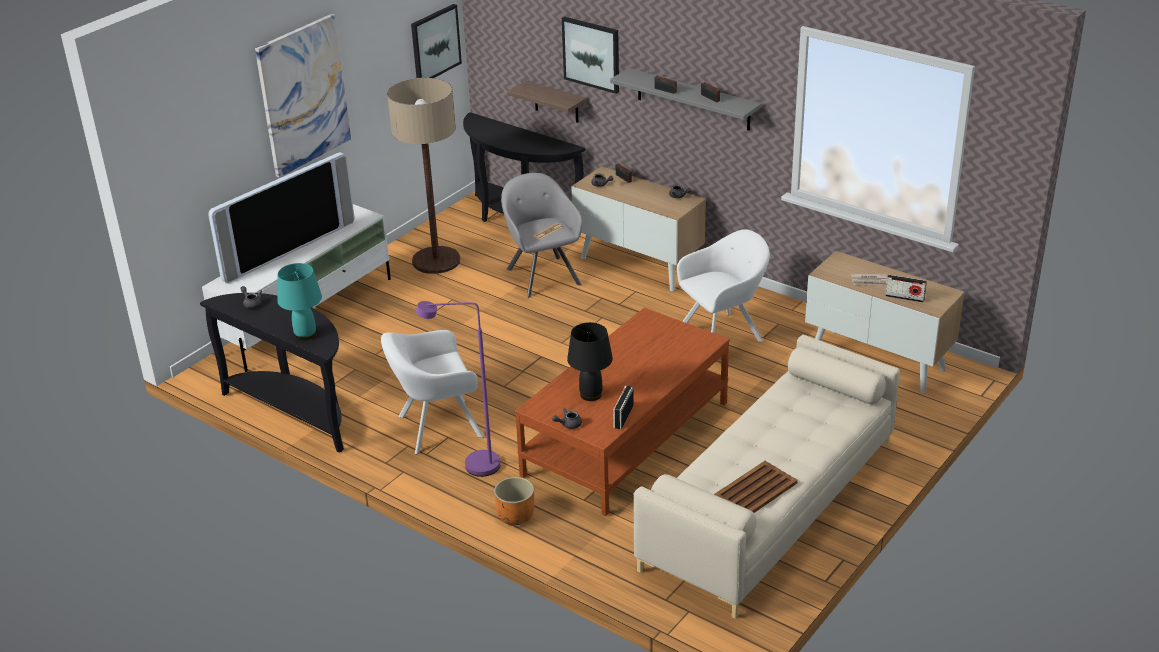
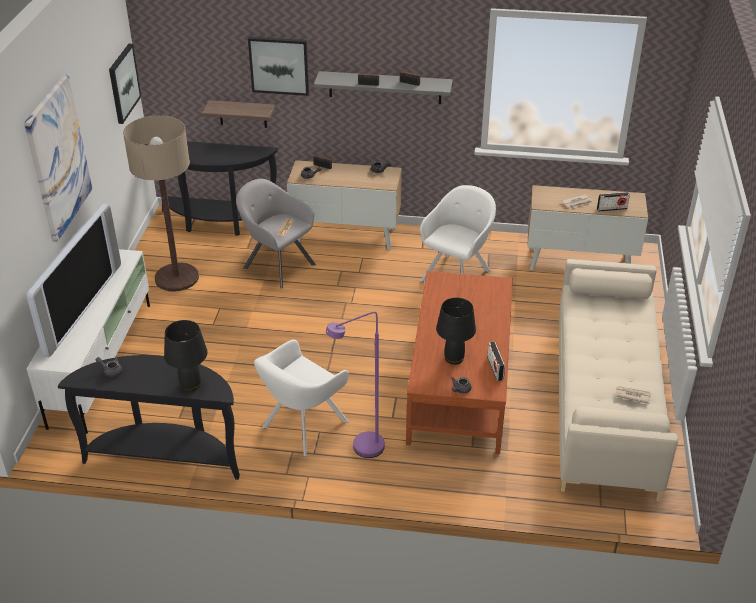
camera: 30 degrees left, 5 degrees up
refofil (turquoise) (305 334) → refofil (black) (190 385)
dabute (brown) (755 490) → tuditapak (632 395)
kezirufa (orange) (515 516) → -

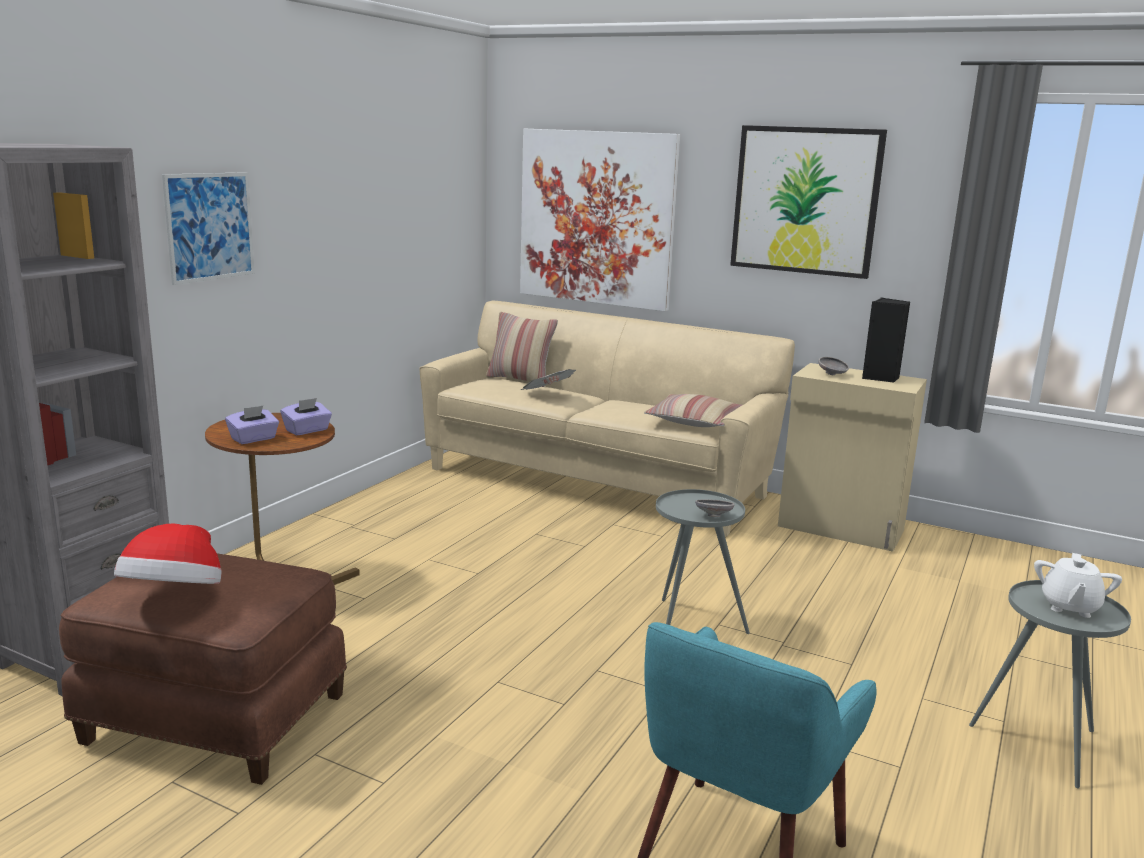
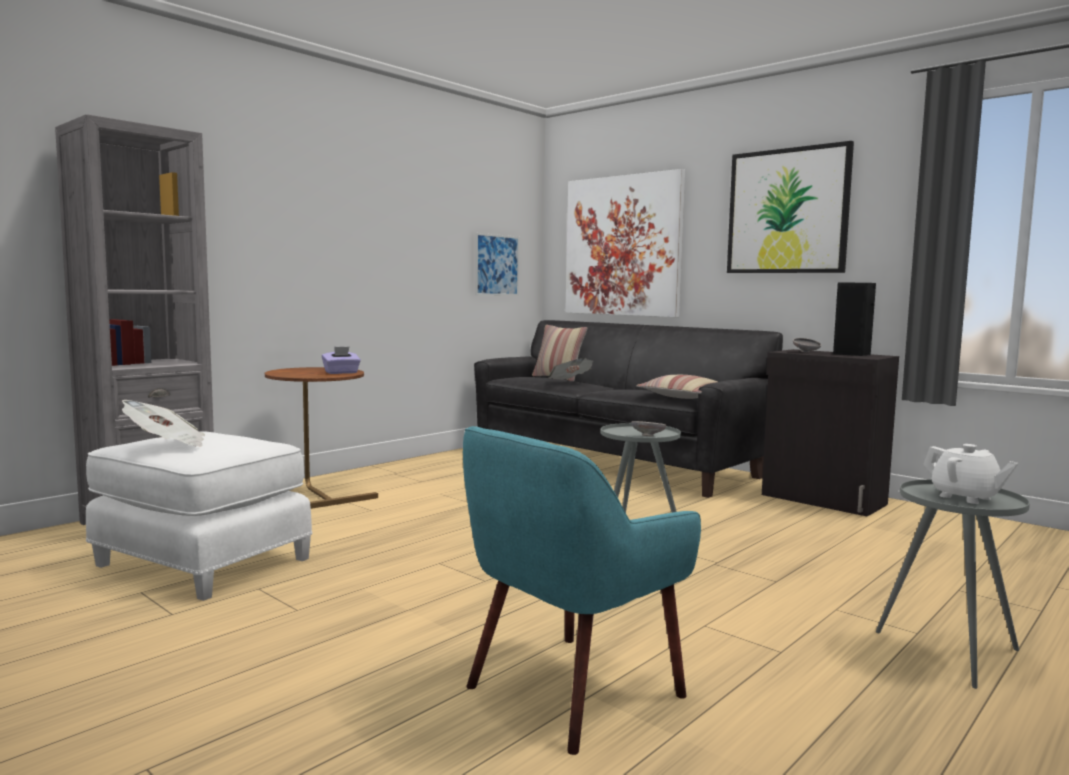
camera: 15 degrees right, 10 degrees down
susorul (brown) (213 720) → susorul (white) (200 563)
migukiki (174 597) → tuditapak (167 444)
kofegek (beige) (595 482) → kofegek (black) (612 462)
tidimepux (210 226) → tidimepux (497 265), move
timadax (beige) (841 529) → timadax (black) (823 500)
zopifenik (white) (1069 607) → zopifenik (white) (965 497), 75 degrees counterclockwise
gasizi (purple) (254 439) → -

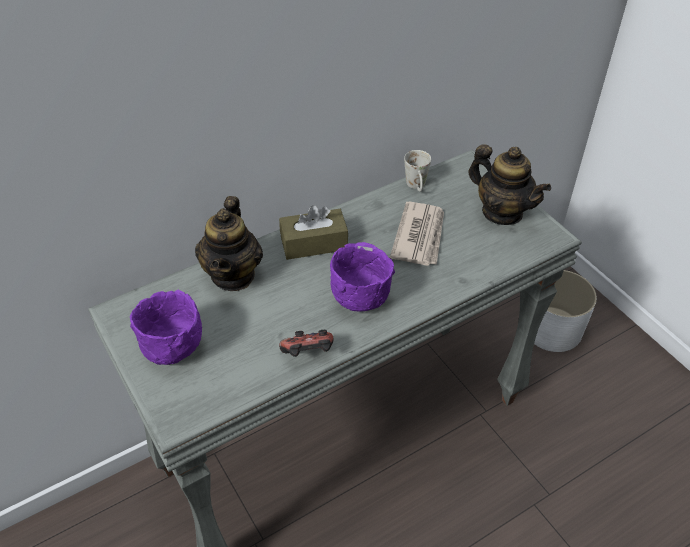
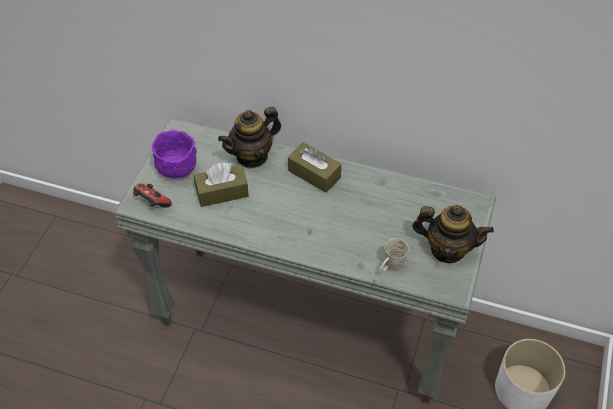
camera: 50 degrees right, 5 degrees up
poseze (308 354) → poseze (152 203), move
- → gasizi (brown) (222 192)
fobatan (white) (417 187) → fobatan (white) (390 268), move
zopifenik (502 212) → zopifenik (447 249), 75 degrees counterclockwise
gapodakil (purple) (359 299) → -
tuditapak (420 236) → -

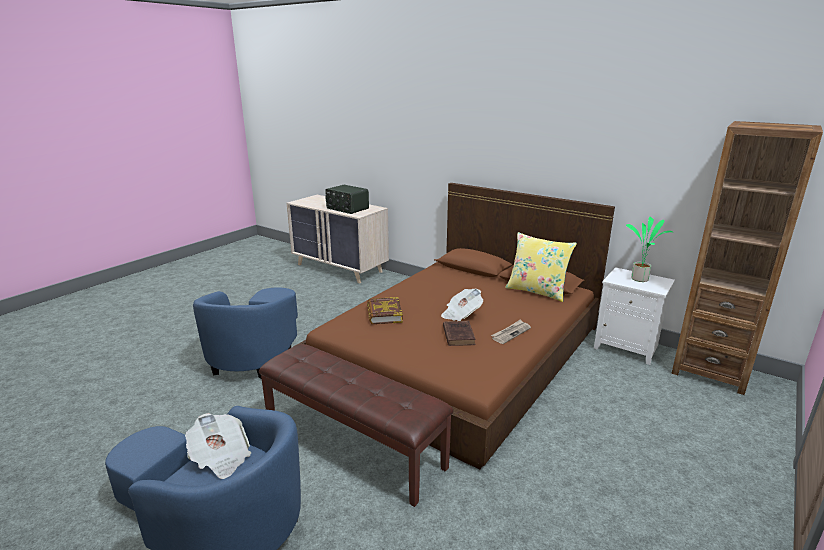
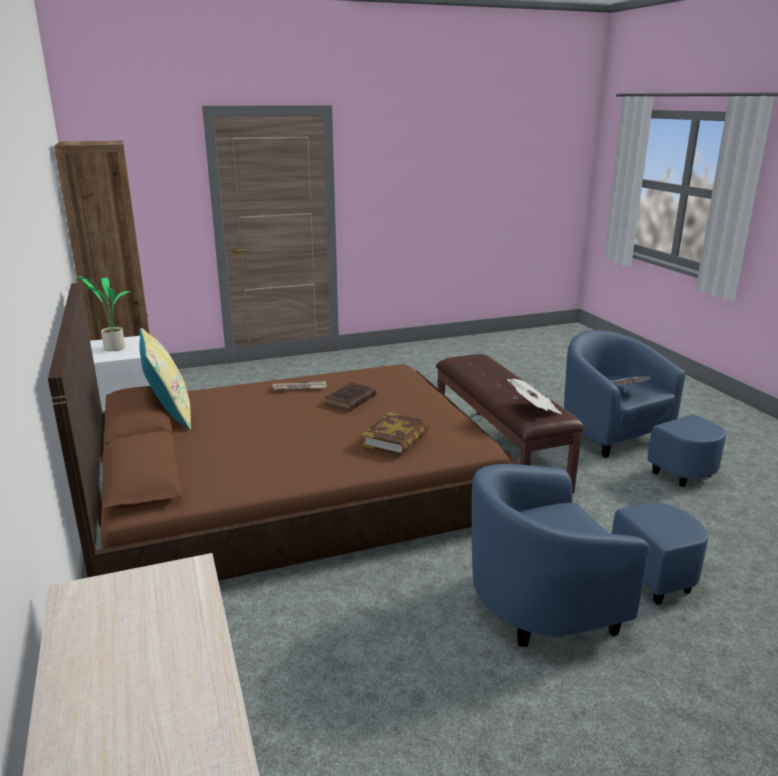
camera: 145 degrees left, 0 degrees up
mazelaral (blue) (256 352) → mazelaral (blue) (569 599), 150 degrees counterclockwise
tuditapak (461 314) → tuditapak (533 409), move
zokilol (347 209) → -

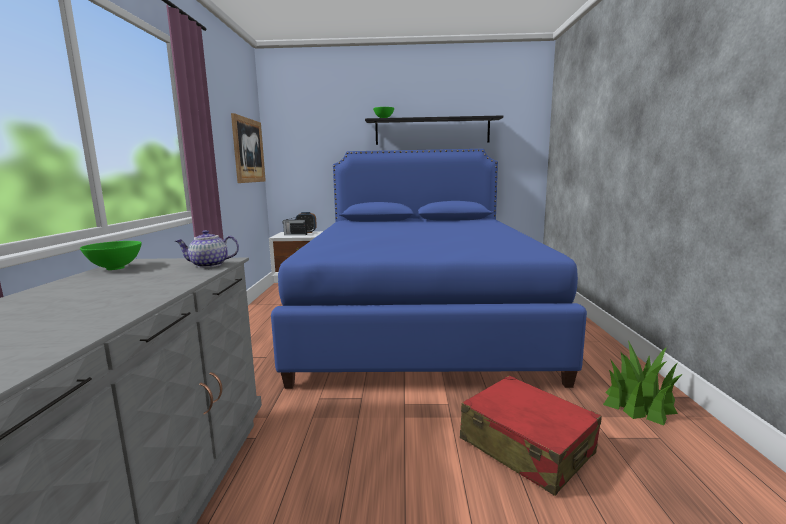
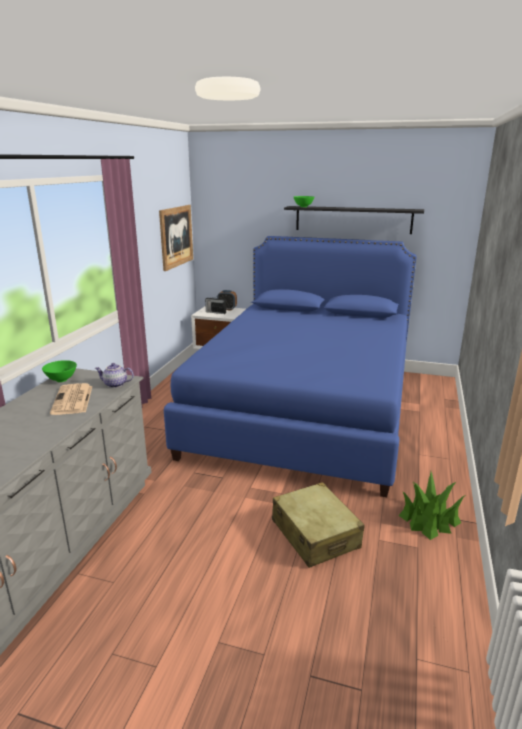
camera: 15 degrees right, 10 degrees up
- → tuditapak (73 400)
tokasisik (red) (526 446) → tokasisik (beige) (315 534)

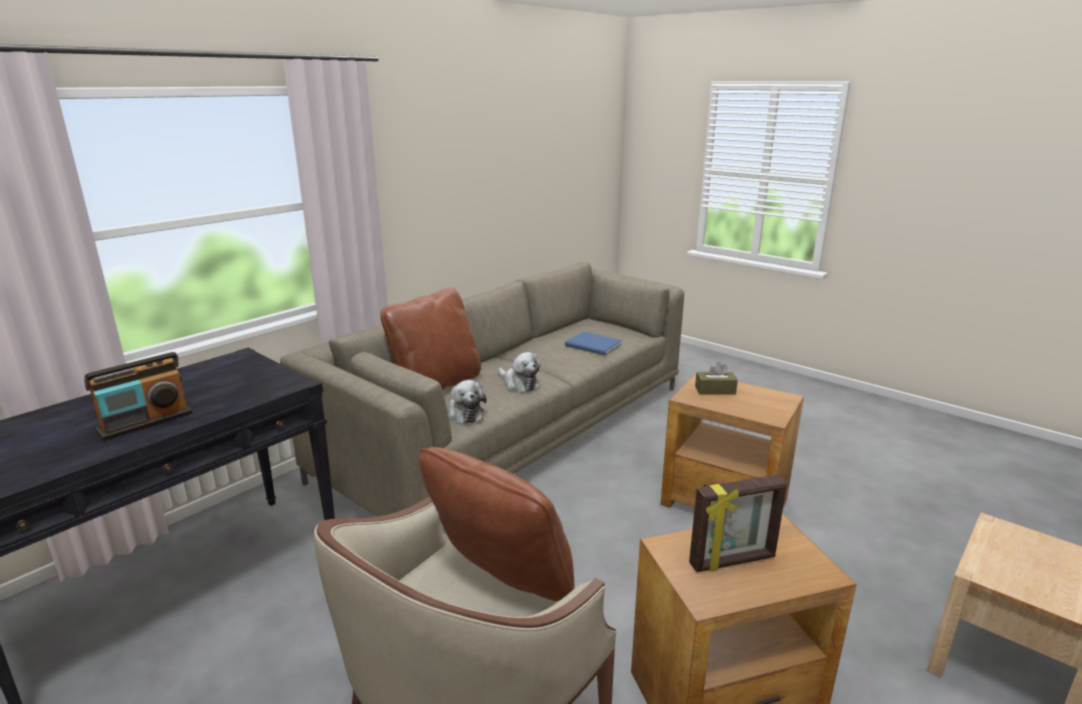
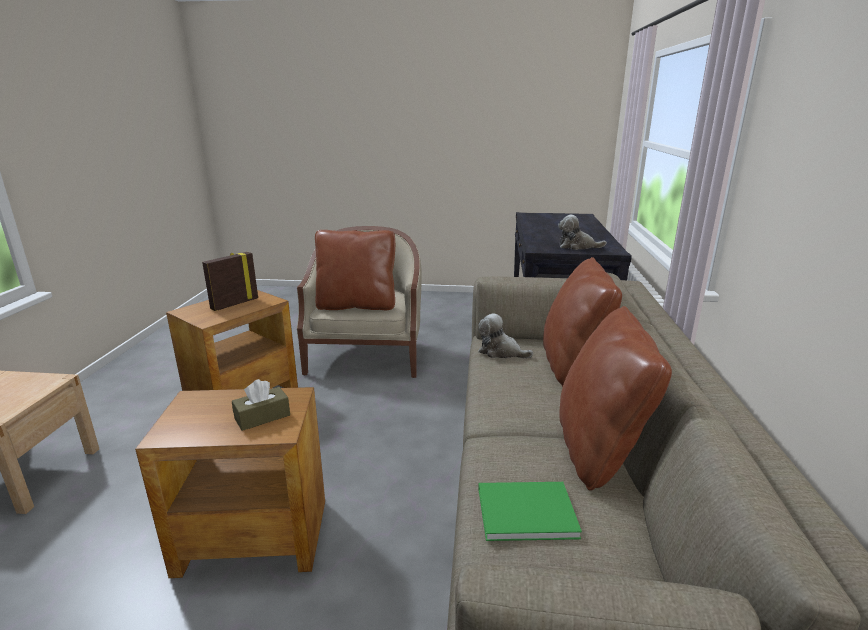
camera: 145 degrees right, 0 degrees up
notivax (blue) (594 346) → notivax (green) (523 510)
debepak (519 384) → debepak (577 246), move
- → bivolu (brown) (599 449)
zokilol (145 422) → -

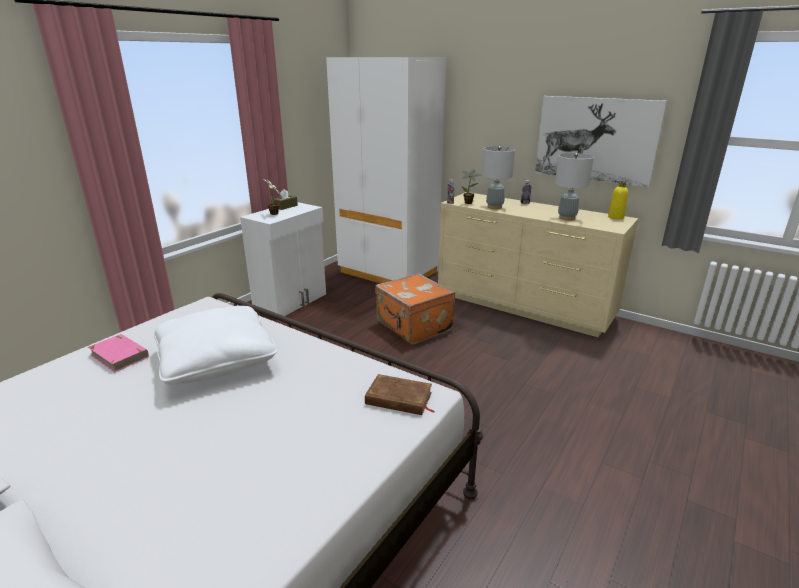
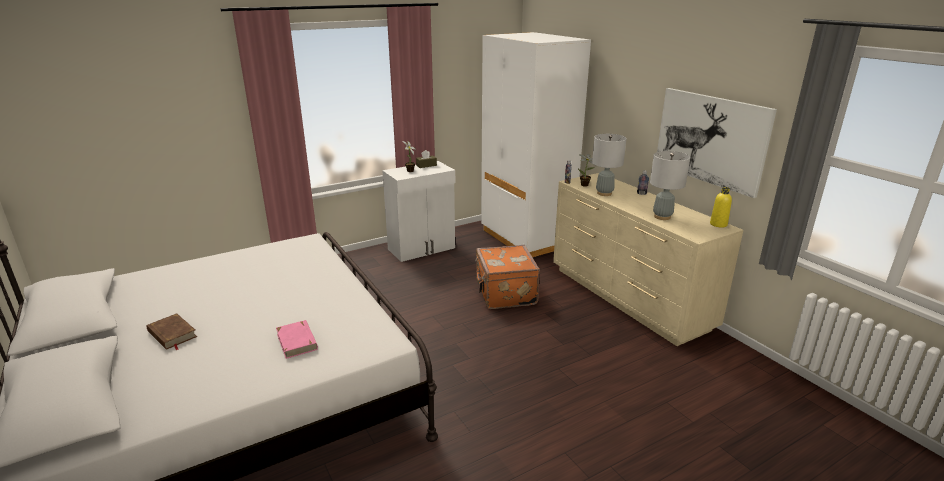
camera: 25 degrees right, 0 degrees up
notivax (brown) (399 399) → notivax (brown) (172 334), move
notivax (pink) (119 355) → notivax (pink) (297 341), move
bivolu (white) (217 360) → -

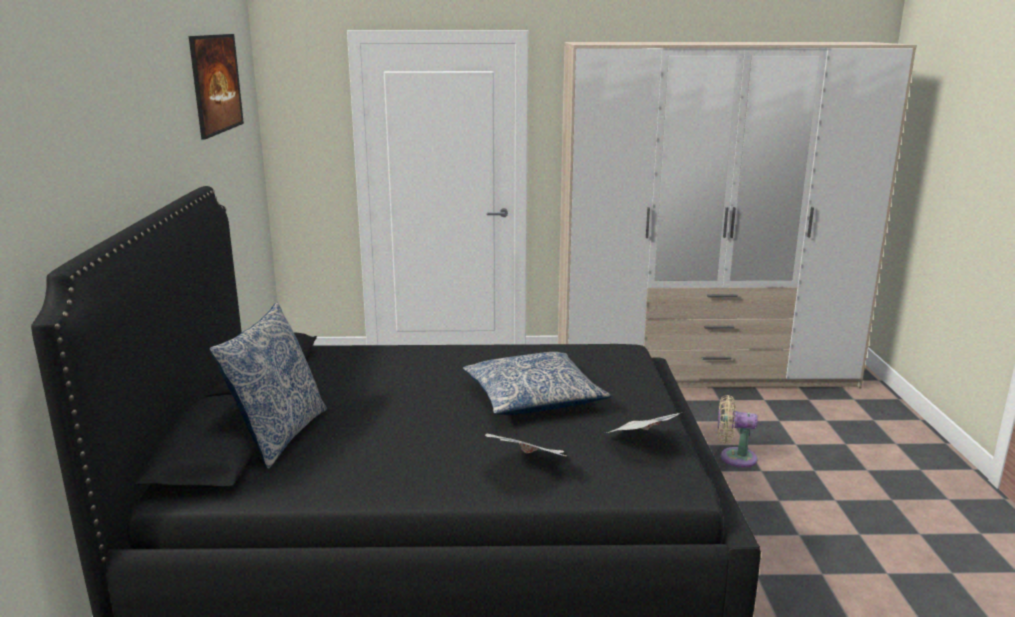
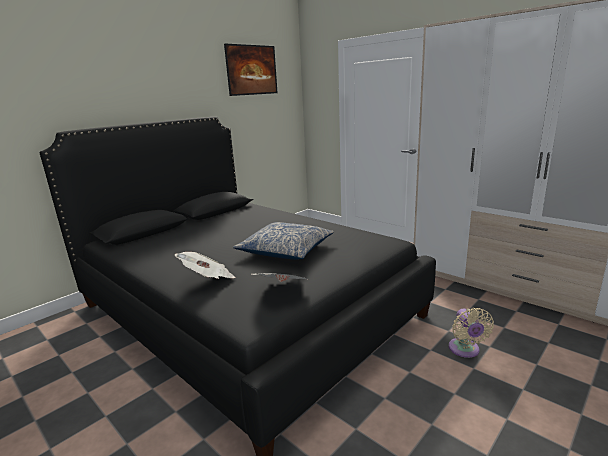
camera: 45 degrees right, 0 degrees up
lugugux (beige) (734 457) → lugugux (beige) (465 350), 150 degrees counterclockwise
bivolu (278 435) → -

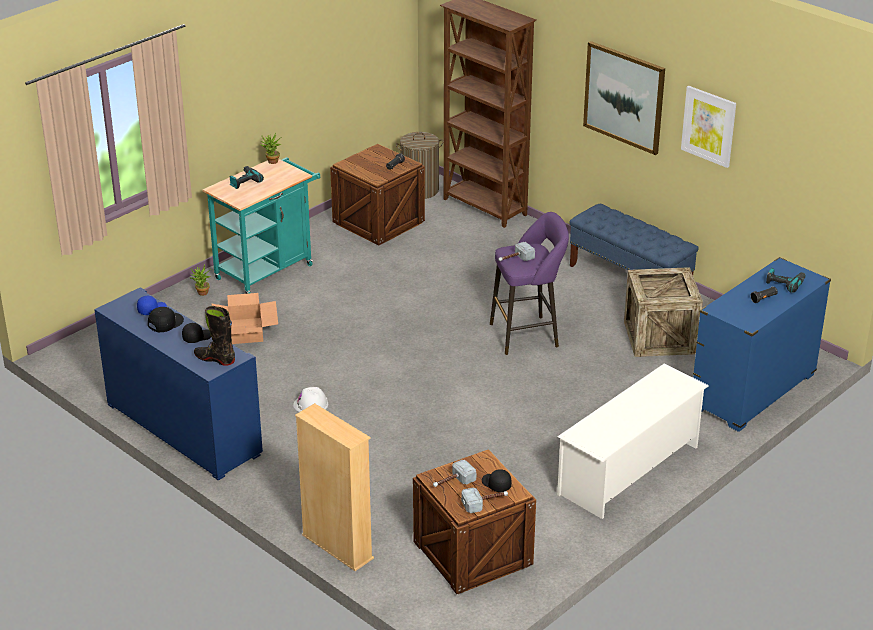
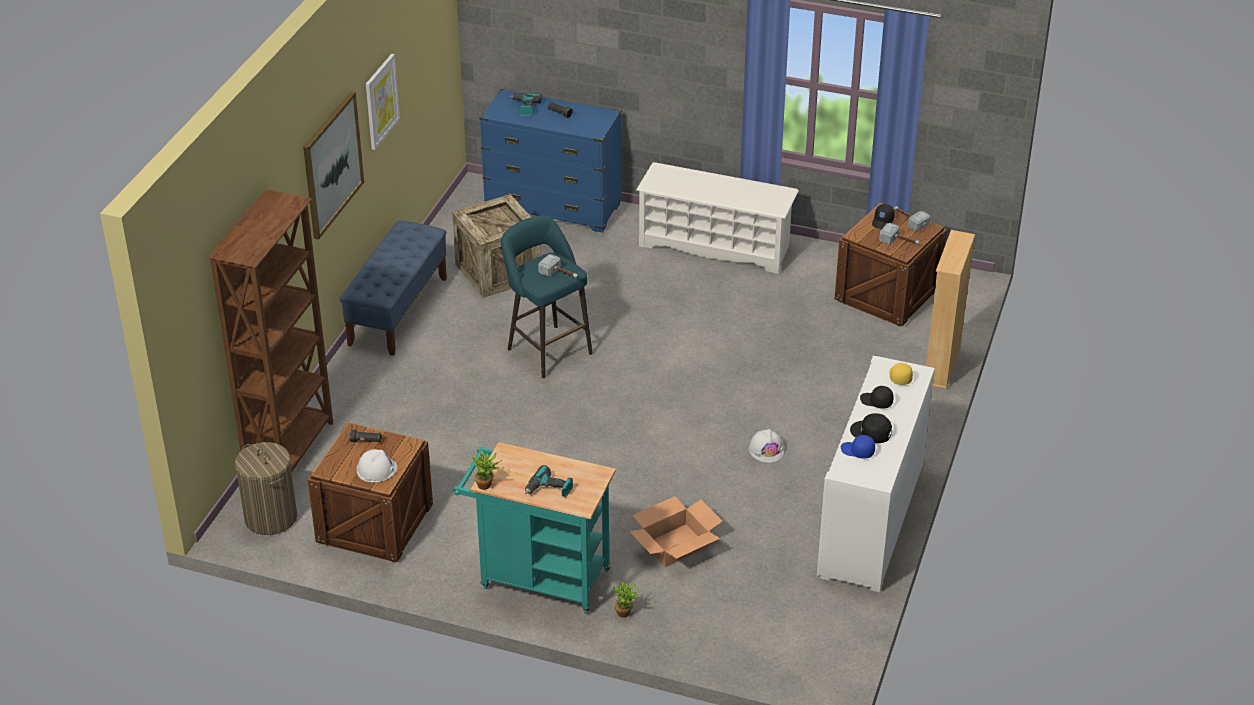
camera: 115 degrees left, 5 degrees up
- → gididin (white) (376 469)
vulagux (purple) (528 334) → vulagux (turquoise) (546 349)
timadax (blue) (183 429) → timadax (white) (871 519)
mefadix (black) (215 359) → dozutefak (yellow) (899 376)

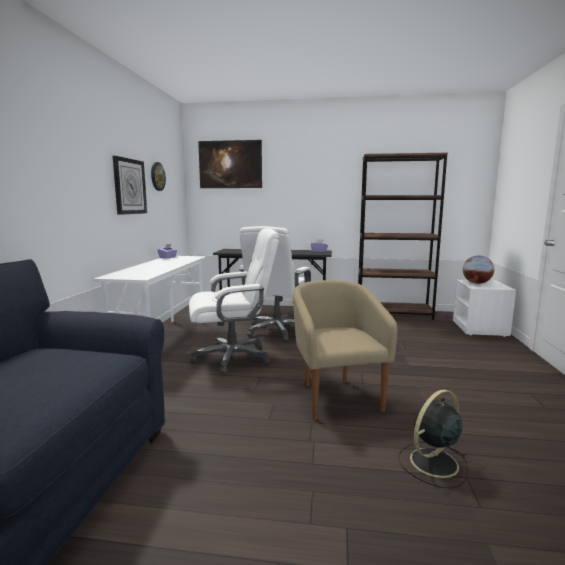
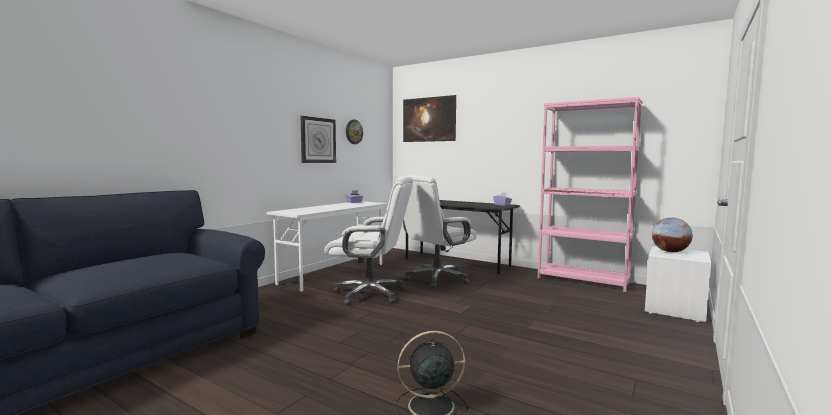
camera: 25 degrees right, 5 degrees down
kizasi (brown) (394 314) → kizasi (pink) (583 280)
mazelaral (beige) (336 397) → -

